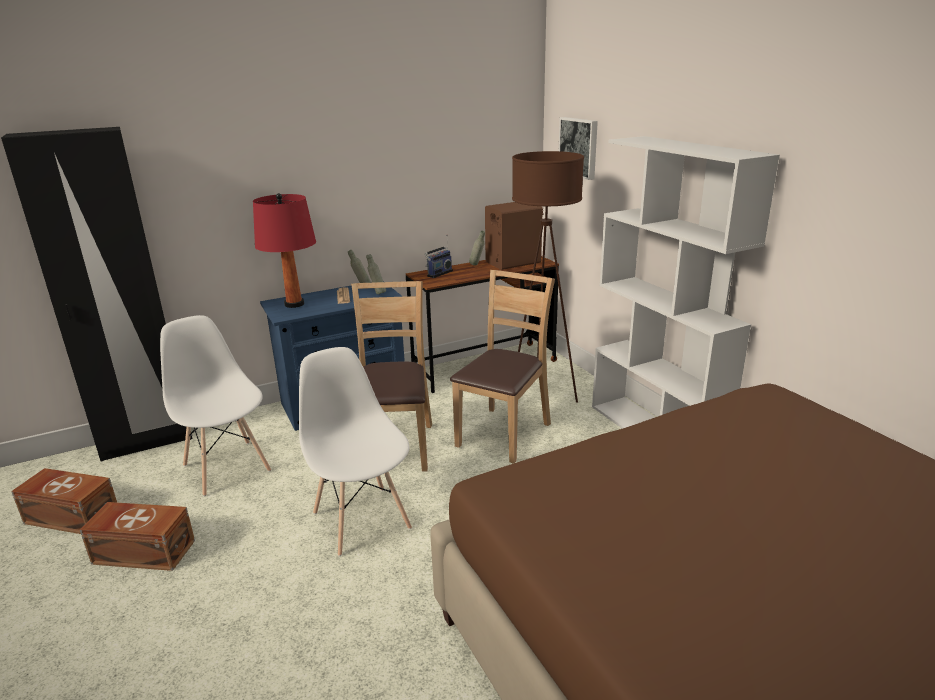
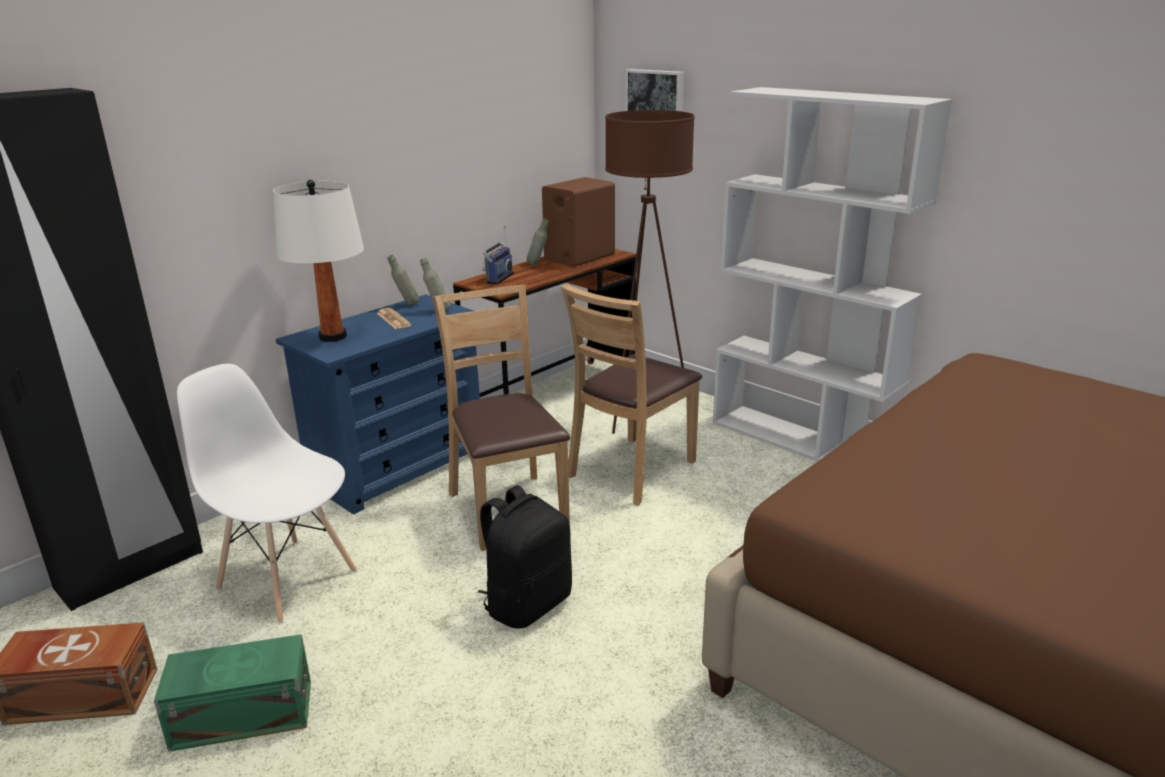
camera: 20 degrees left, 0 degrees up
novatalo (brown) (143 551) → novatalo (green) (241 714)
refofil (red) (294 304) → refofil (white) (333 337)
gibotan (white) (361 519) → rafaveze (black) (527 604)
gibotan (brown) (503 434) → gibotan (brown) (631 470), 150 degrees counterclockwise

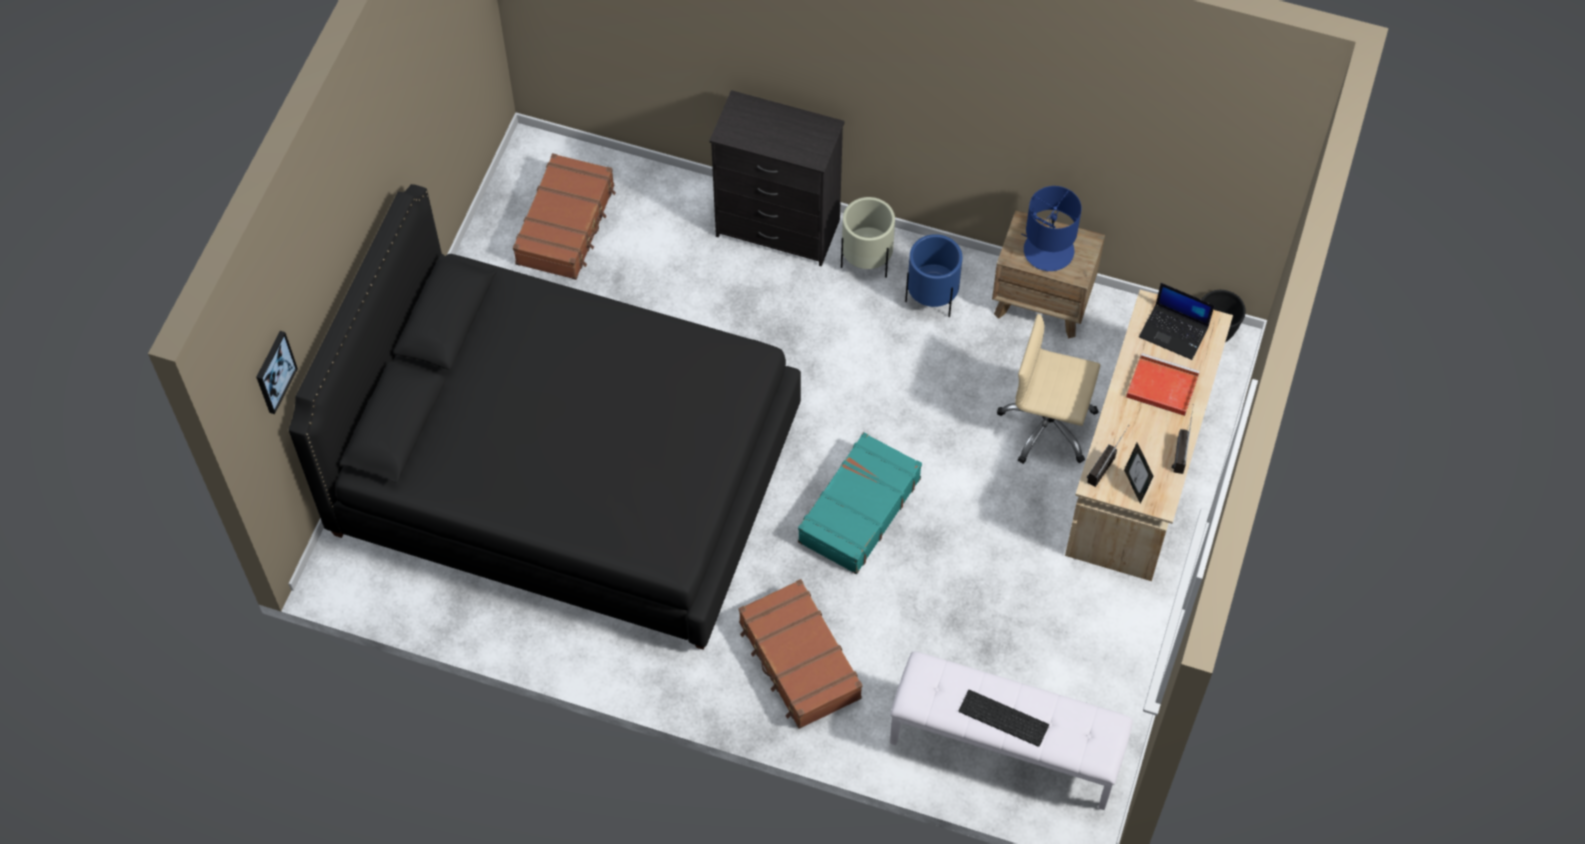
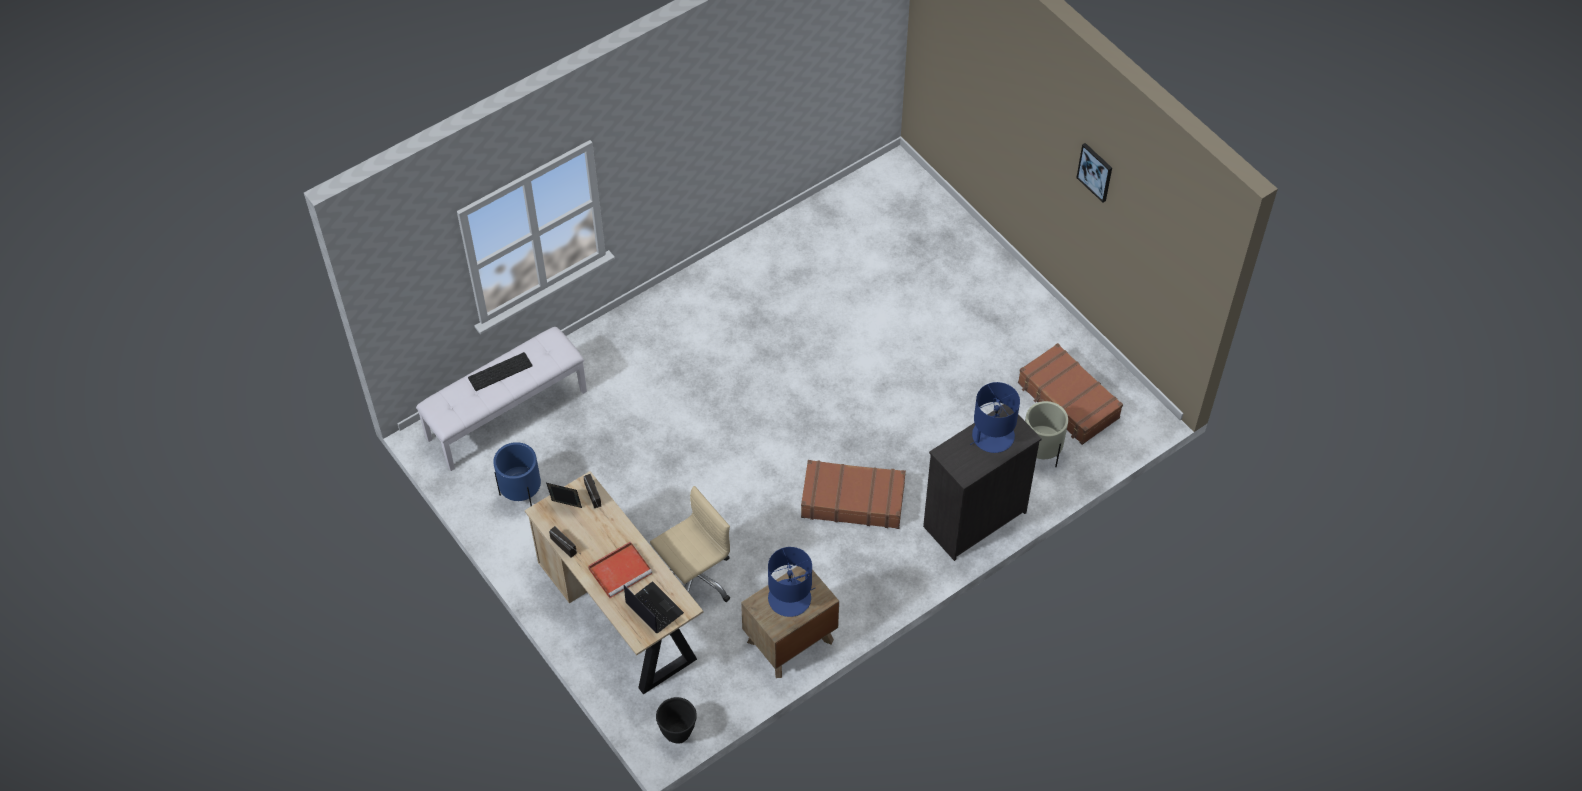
camera: 125 degrees right, 5 degrees down
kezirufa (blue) (932 299) → kezirufa (blue) (521 494), move
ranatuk (1175 332) → ranatuk (653 608), 75 degrees clockwise
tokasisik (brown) (799 661) → tokasisik (brown) (852 500), move
- → refofil (blue) (992 436)
kezirufa (beige) (866 261) → kezirufa (beige) (1041 453), move
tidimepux (274 372) → tidimepux (1095 172), move
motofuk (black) (567 473) → -
tokasisik (turquoise) (858 510) → -

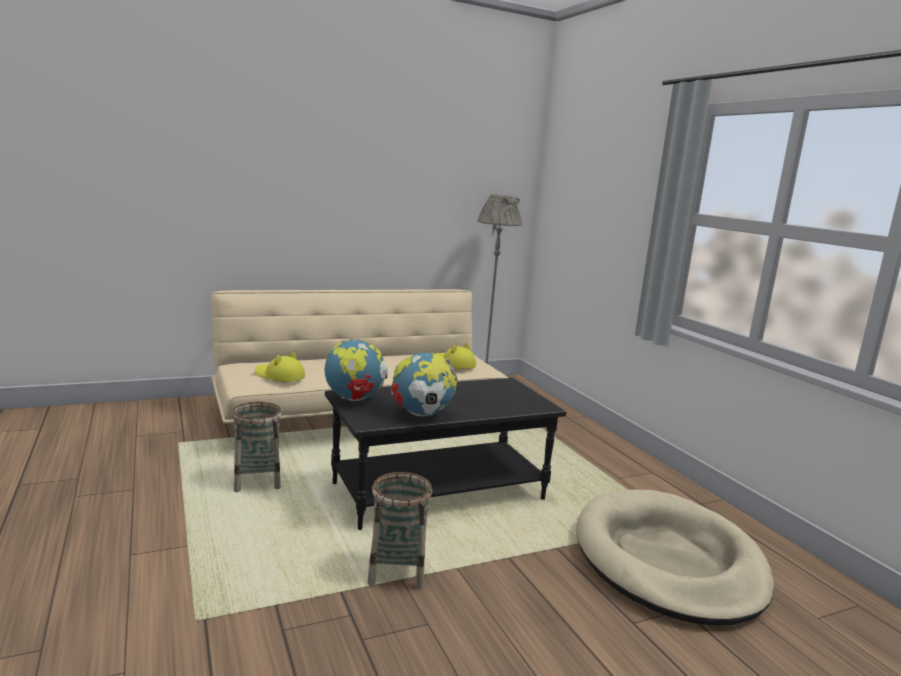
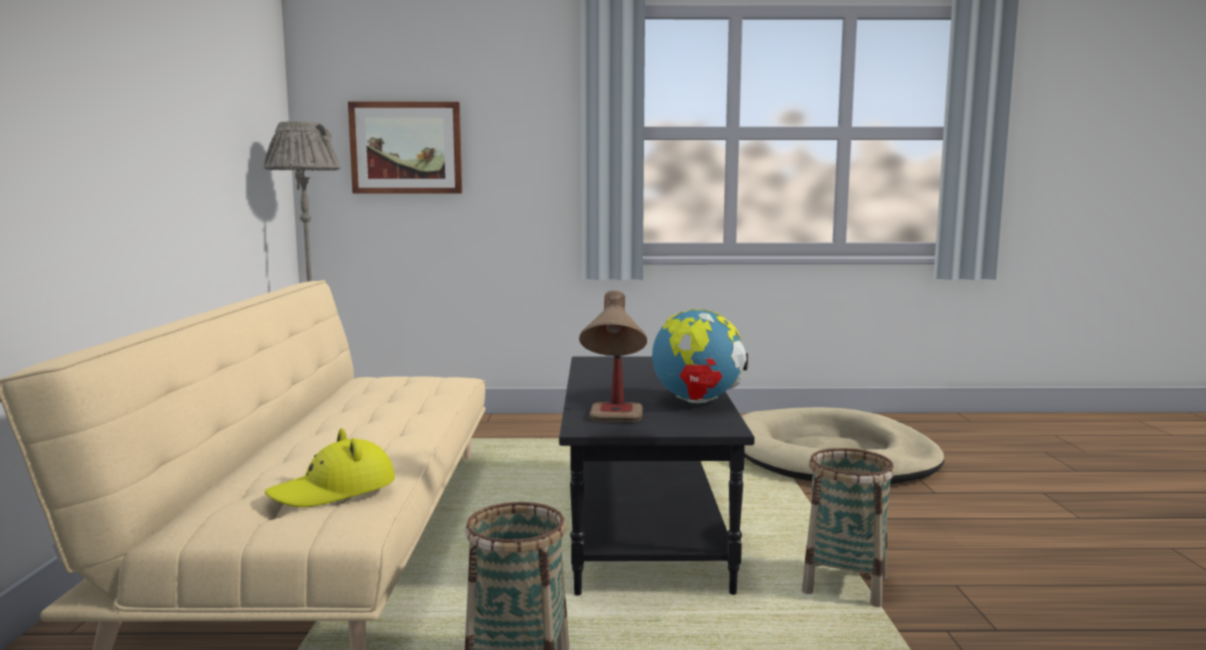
camera: 65 degrees left, 5 degrees down
- → tidimepux (406 148)
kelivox (354 399) → refofil (615 424)
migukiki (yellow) (454 363) → -

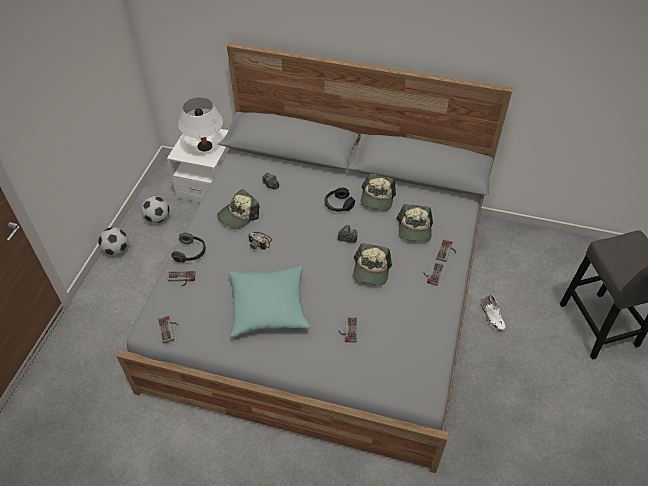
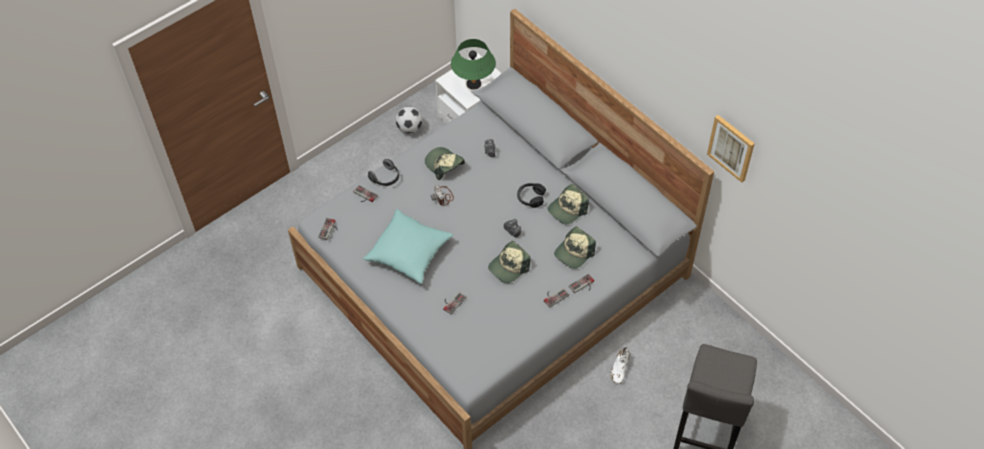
camera: 35 degrees right, 5 degrees up
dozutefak (238 215) → dozutefak (444 165), 60 degrees clockwise
refofil (white) (204 147) → refofil (green) (473 84)
- → tidimepux (731 147)
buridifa (116 250) → -

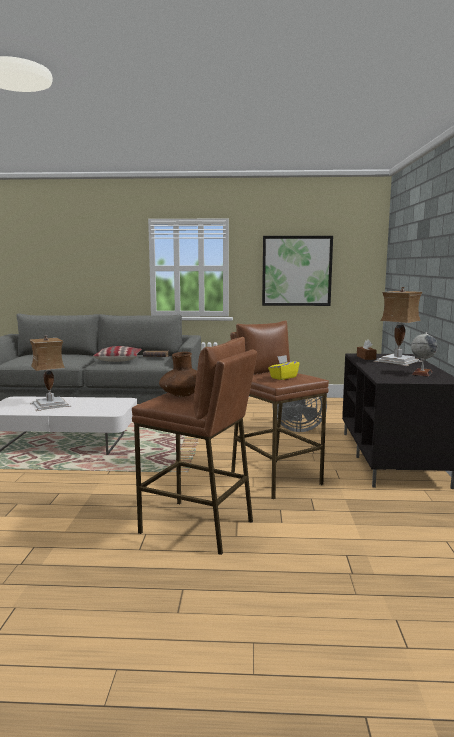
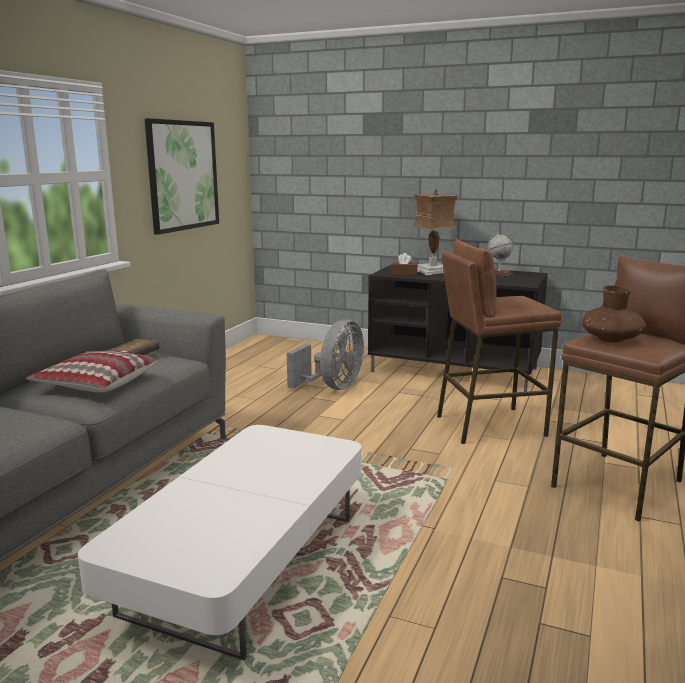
camera: 70 degrees left, 5 degrees up
refofil (51 404) → -
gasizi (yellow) (283 377) → -

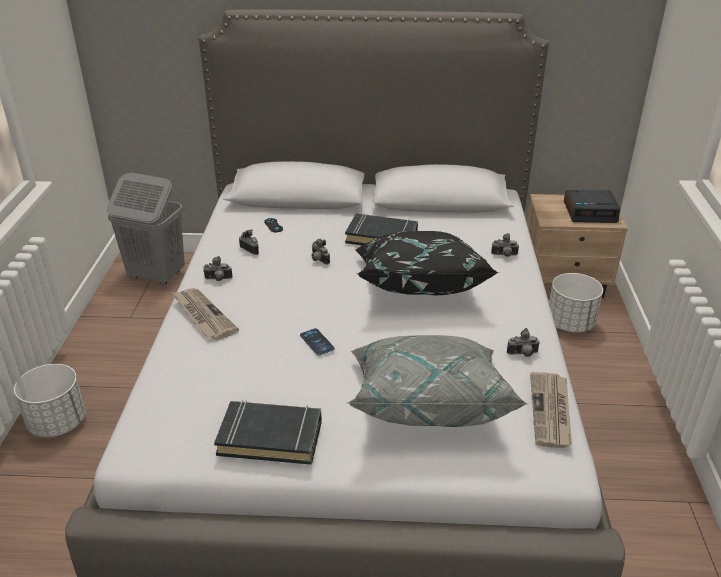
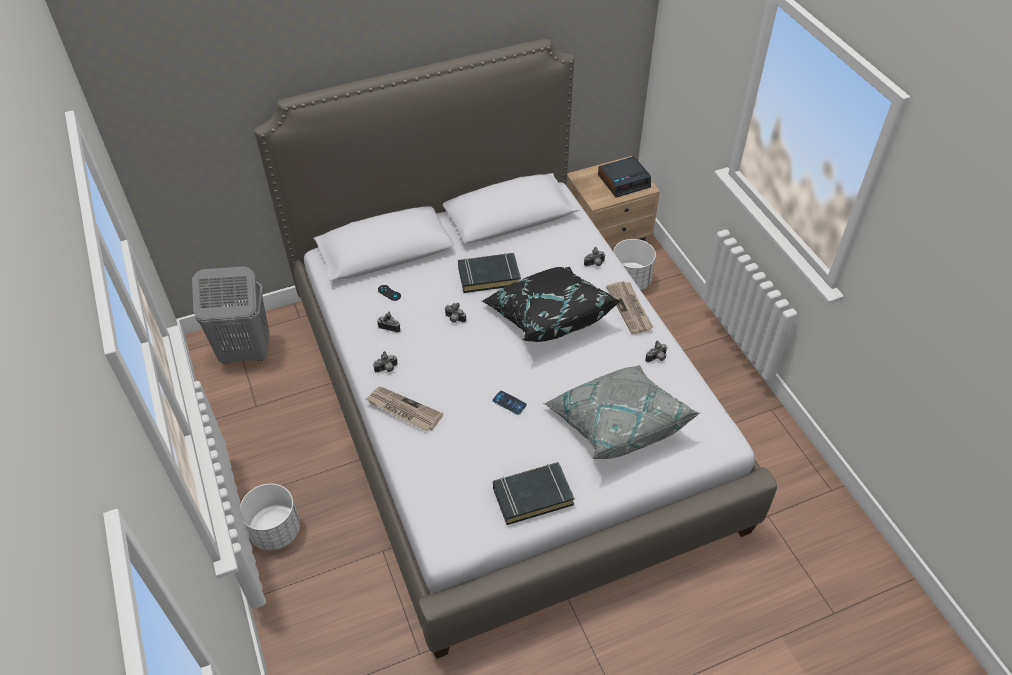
camera: 25 degrees left, 15 degrees up
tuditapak (551 411) → tuditapak (630 308), move

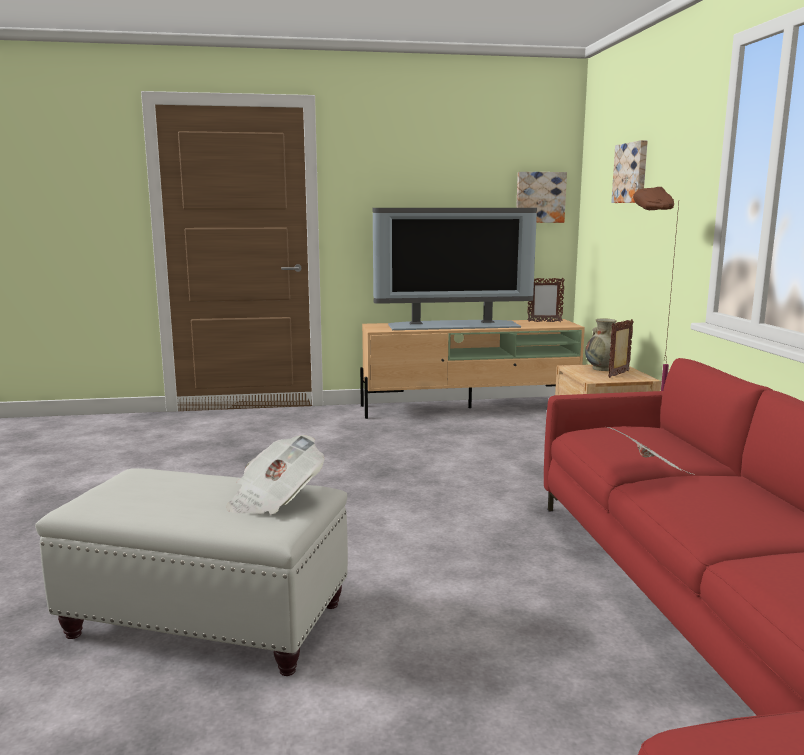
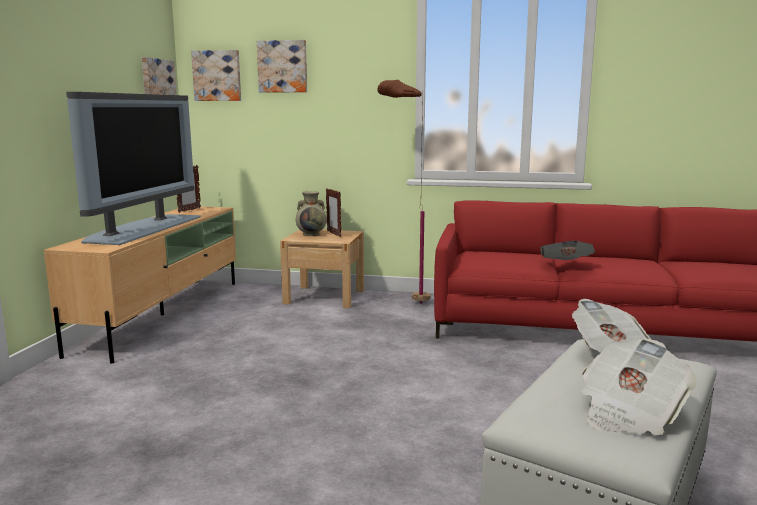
camera: 70 degrees left, 0 degrees up
- → tidimepux (217 76)
- → tuditapak (629 413)

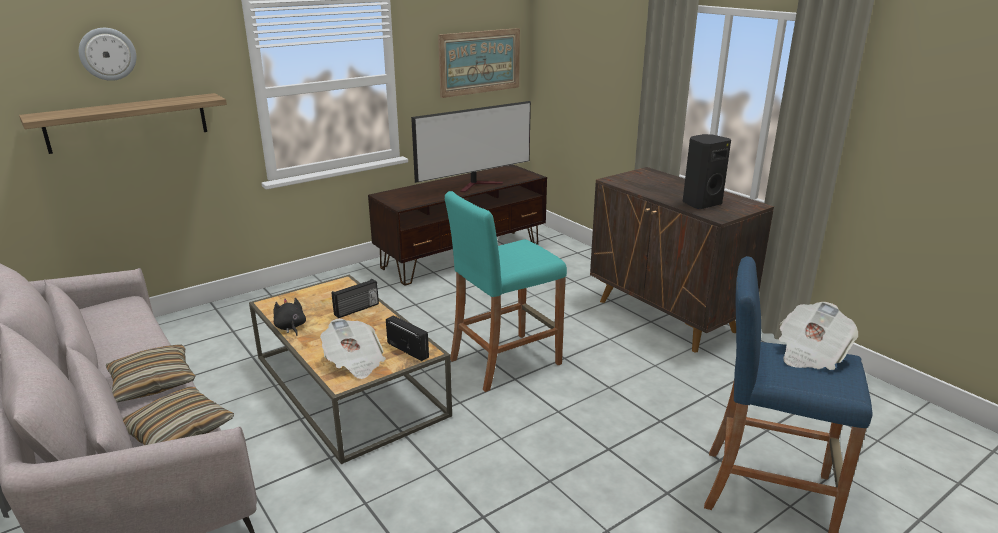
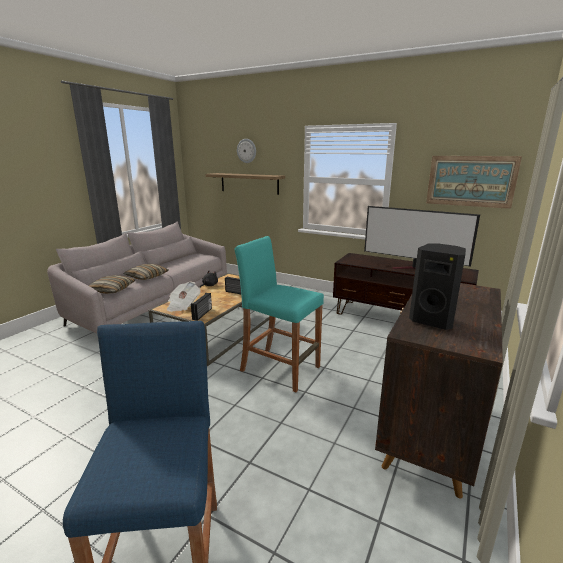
camera: 65 degrees right, 5 degrees down
tuditapak (810 353) → -

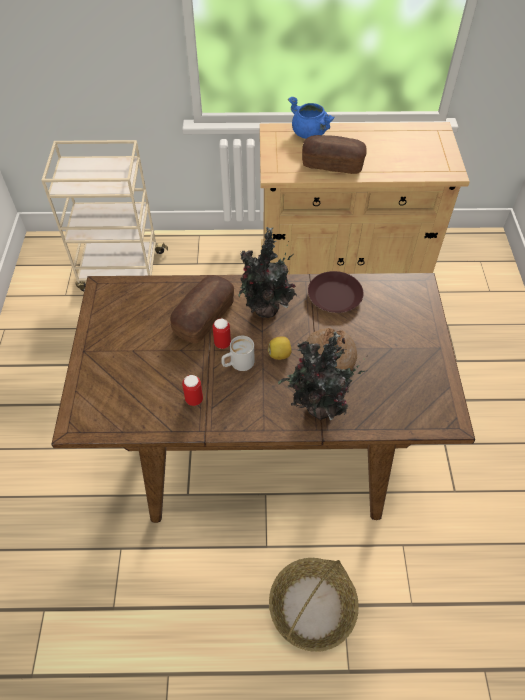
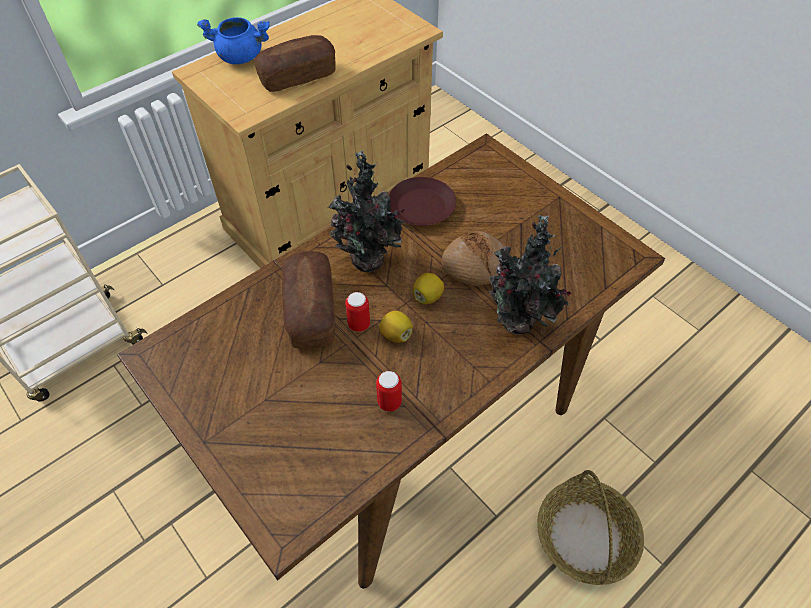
camera: 40 degrees left, 0 degrees up
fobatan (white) (237 364) → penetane (396 334)

